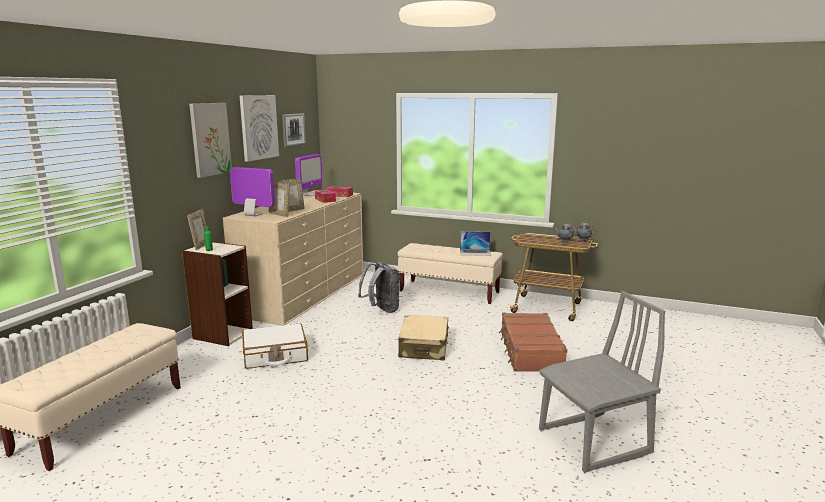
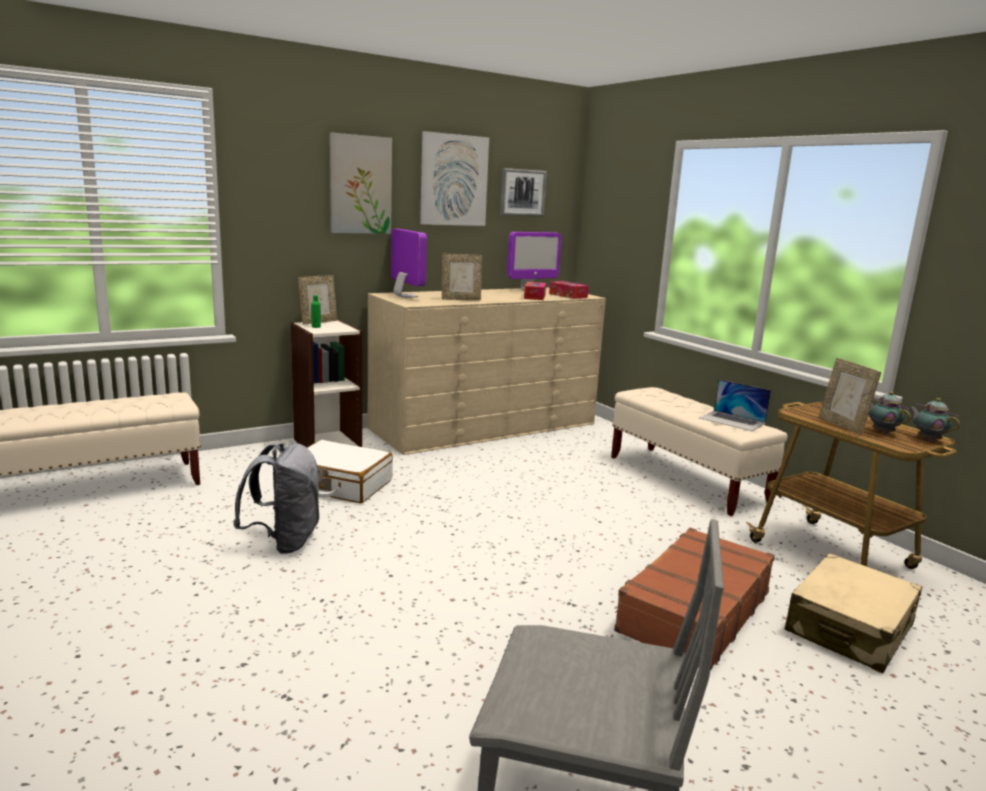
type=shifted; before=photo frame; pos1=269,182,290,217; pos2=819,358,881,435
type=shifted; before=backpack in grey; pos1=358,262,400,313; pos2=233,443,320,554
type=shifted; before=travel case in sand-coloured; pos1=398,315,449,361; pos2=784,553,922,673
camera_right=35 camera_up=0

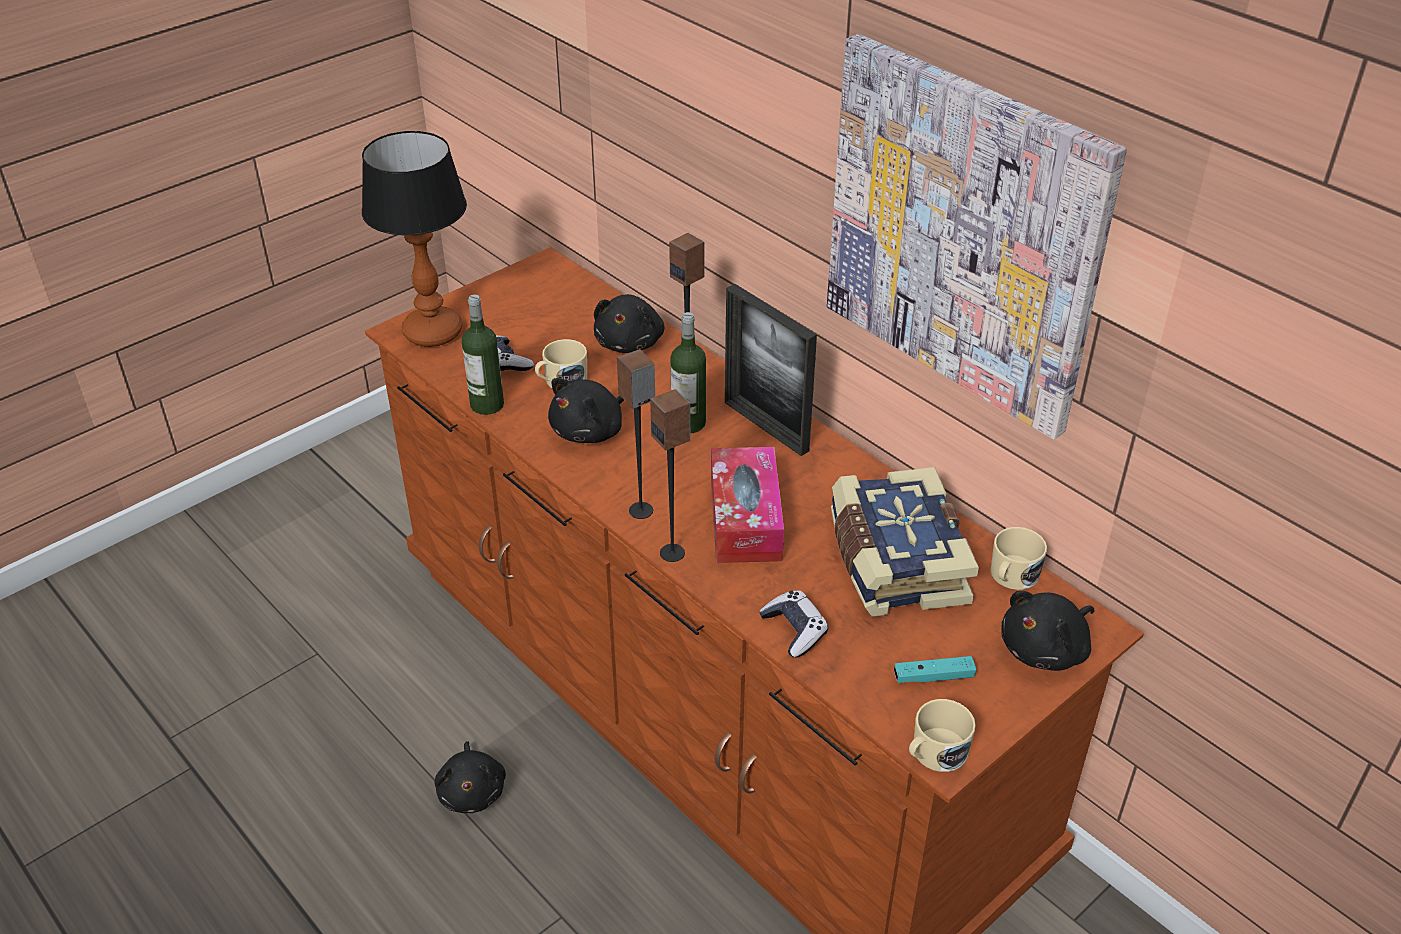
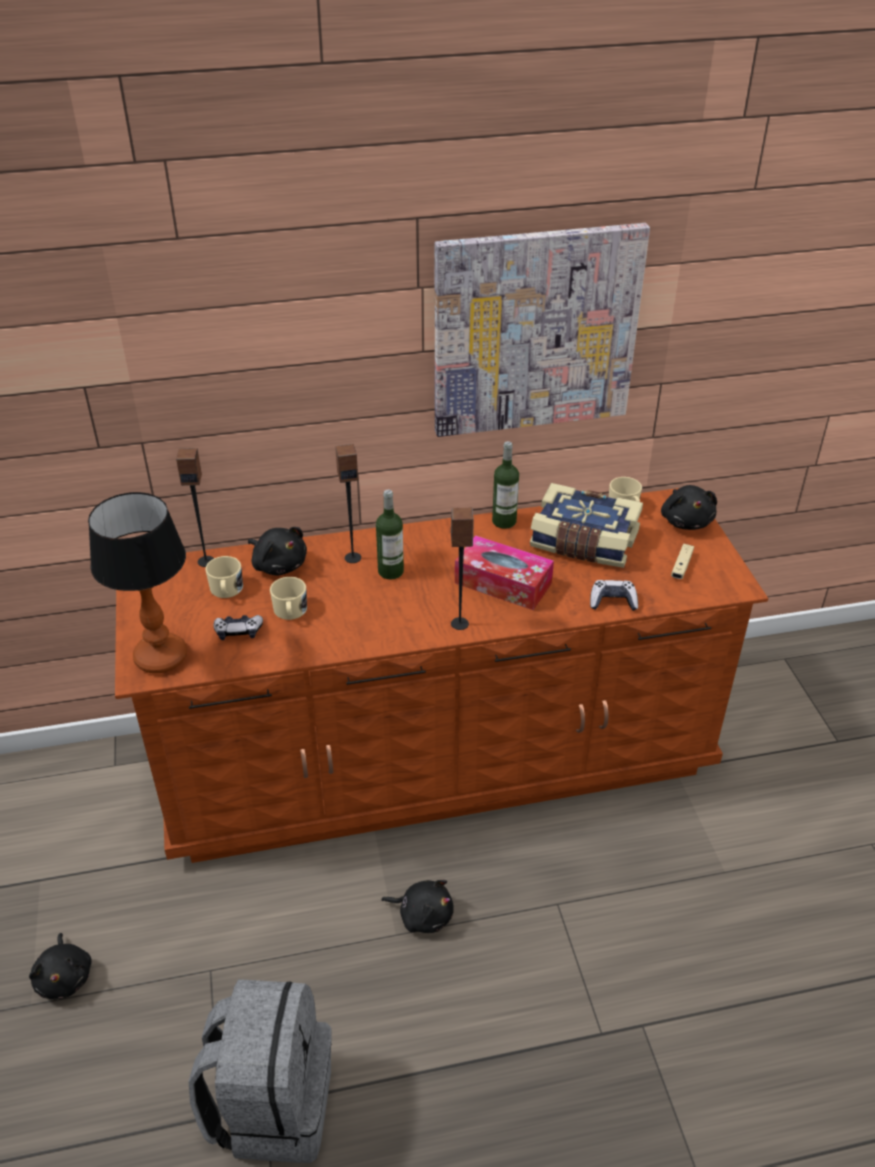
type=gone; before=photo frame; pos1=725,284,817,456
type=new; after=backpack in grey; pos2=189,979,332,1163
type=shifted; before=beverage bottle; pos1=462,295,504,415; pos2=492,441,519,529
type=shifted; before=cuddly toy in black; pos1=548,378,624,443; pos2=29,933,92,999
type=shifted; before=loudspeaker; pos1=650,389,690,562; pos2=176,448,214,567
type=shifted; before=tea mug in sand-coloured; pos1=909,699,976,772; pos2=205,556,243,598
type=repainted; before=game controller in turquoise; after=game controller in sand-coloured; pos1=894,656,977,683; pos2=671,544,694,579
camera_right=-60 camera_up=0

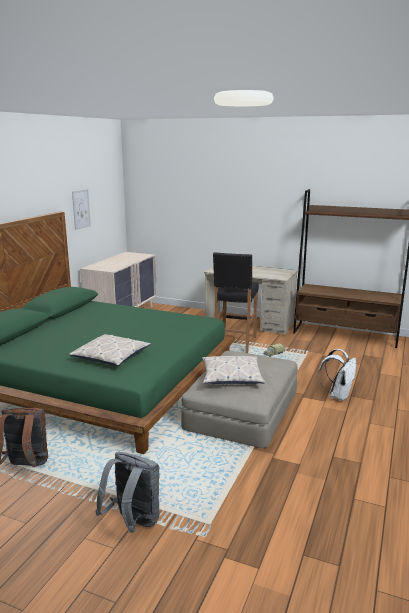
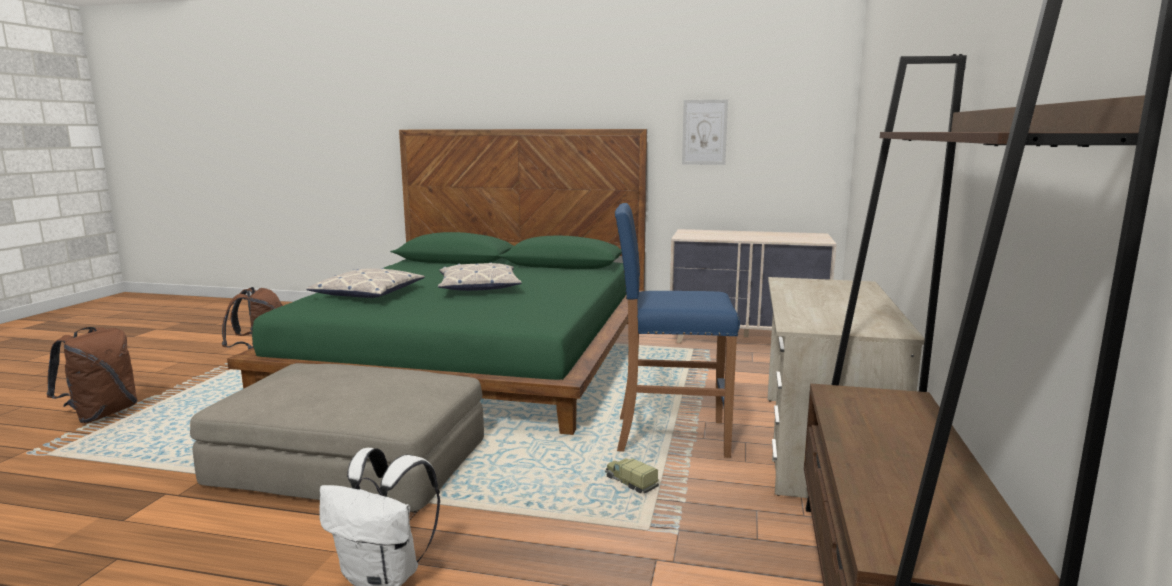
type=shifted; before=pillow; pos1=202,355,265,384; pos2=438,262,522,291
type=repainted; before=backpack in grey; after=backpack in brown; pos1=96,452,160,533; pos2=46,327,138,423
type=repainted; before=stool in black; after=stool in blue; pos1=213,252,259,353; pos2=615,203,740,458
camera_right=80 camera_up=-5

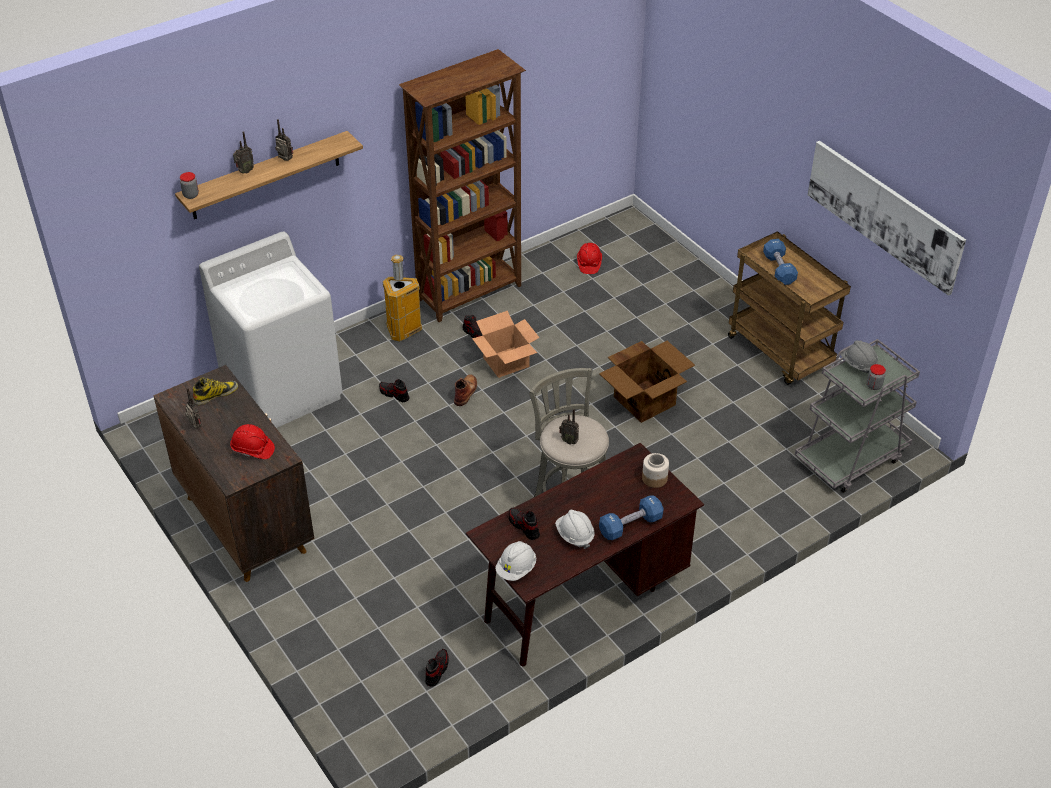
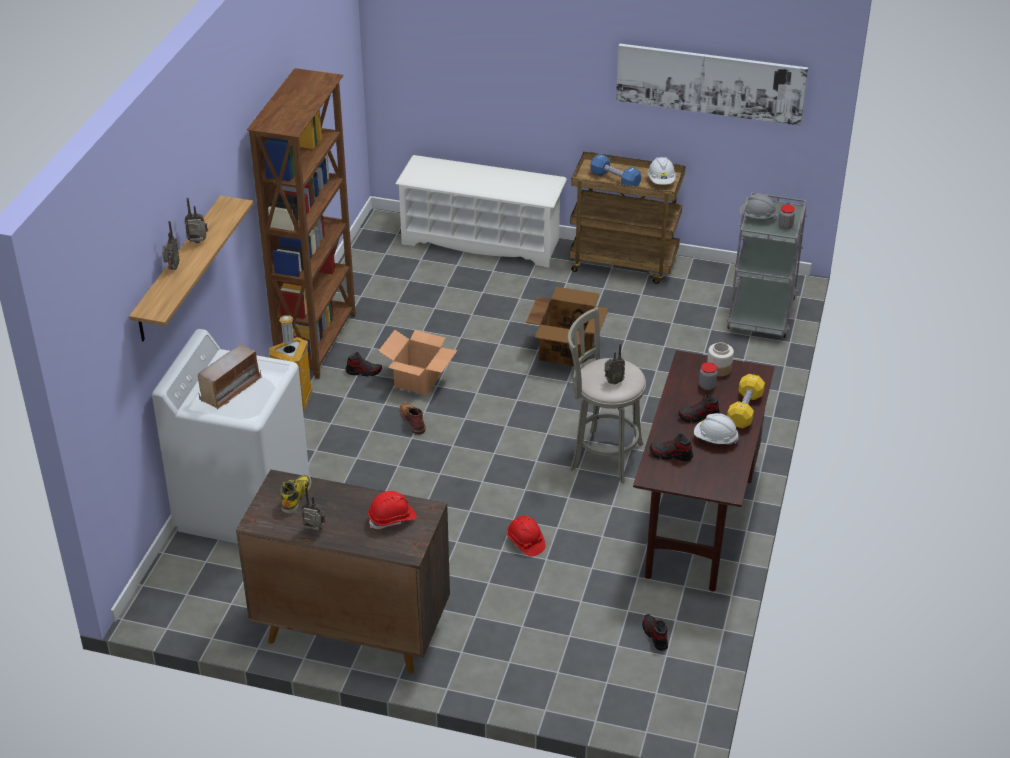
type=new; after=radio receiver; pos2=198,343,262,409
type=new; after=shoe shelf in whitish; pos2=395,155,567,268
type=shifted; before=preserve jar; pos1=180,172,199,199; pos2=699,362,717,390
type=shifted; before=item of footwear; pos1=379,379,409,402; pos2=679,394,720,423
type=shifted; before=hard hat in whitish; pos1=495,541,536,581; pos2=648,157,676,185
type=shifted; before=hard hat in red-coloured; pos1=577,243,602,274; pos2=507,516,546,557
type=repainted; before=dumbbell in blue; after=dumbbell in yellowish; pos1=599,495,664,540; pos2=727,374,765,428
camera_right=-40 camera_up=-5

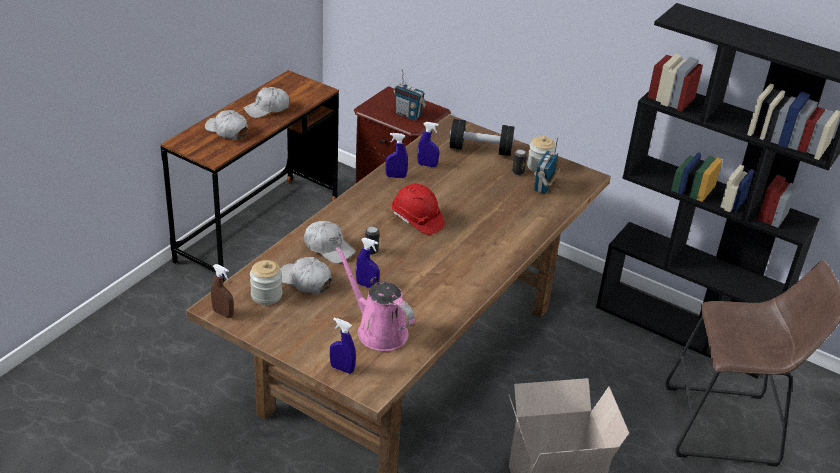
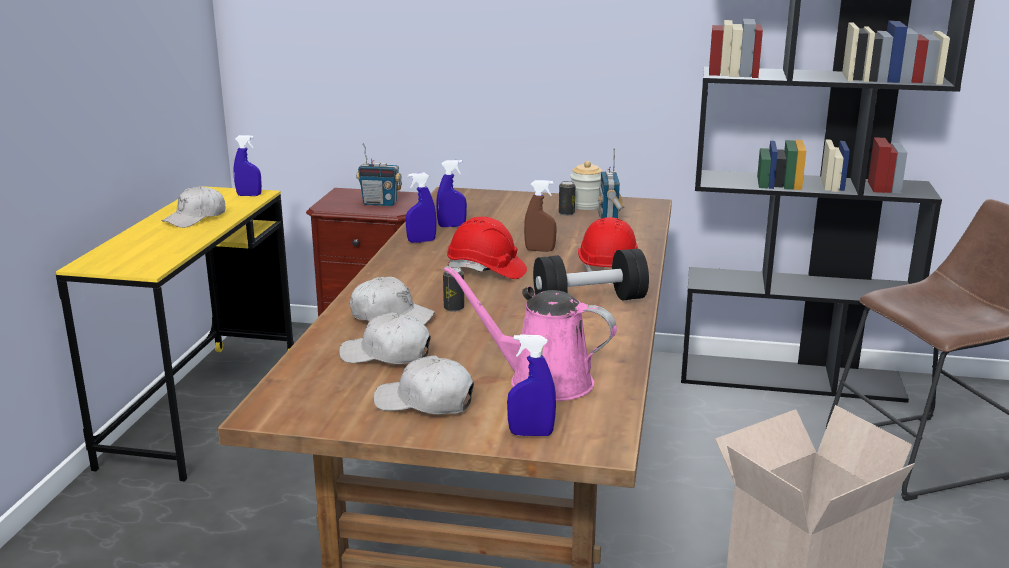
type=gone; before=preserve jar; pos1=250,260,282,305
type=new; after=hard hat in red-coloured; pos2=578,217,638,285
type=shifted; before=baseball cap in whitish; pos1=205,110,248,140; pos2=374,355,474,415
type=shifted; before=spray bottle in brown; pos1=211,264,234,318; pos2=524,180,557,252
type=shifted; before=spray bottle in blue; pos1=356,238,380,288; pos2=234,135,262,196
type=shifted; before=dumbbell in black; pos1=450,119,515,156; pos2=533,249,649,300
type=repainted; before=desk in brown; after=desk in yellowish; pos1=161,70,339,282; pos2=56,186,294,482
camera_right=-20 camera_up=-15

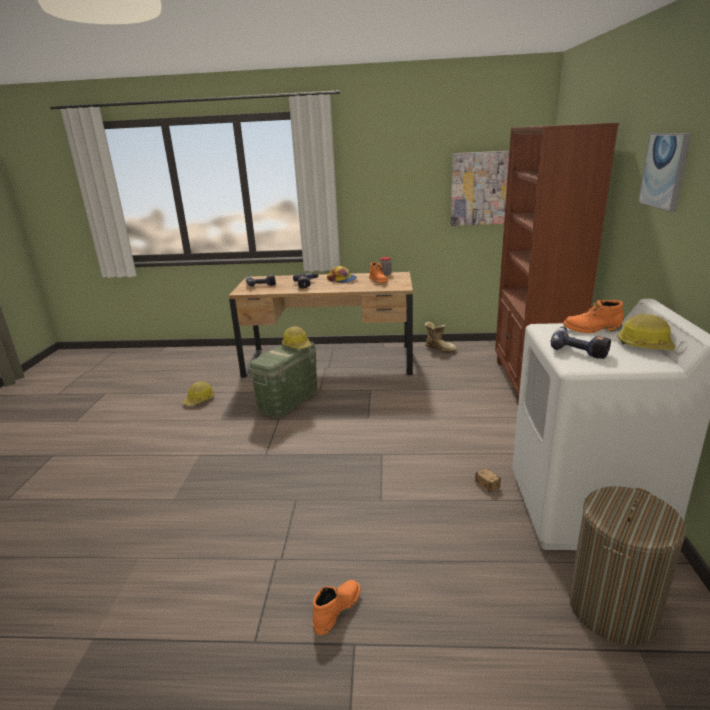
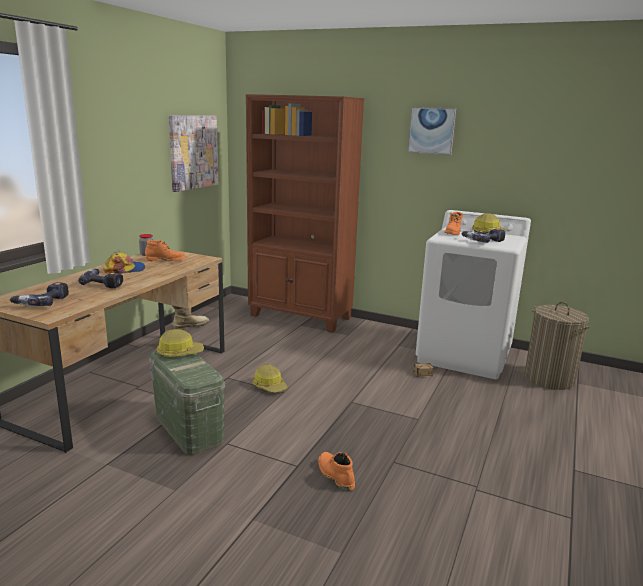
type=shifted; before=hard hat; pos1=182,381,214,406; pos2=252,364,288,393
type=shifted; before=high-top boot in orange-coloured; pos1=313,580,361,635; pos2=318,452,355,491
camera_right=-70 camera_up=-5

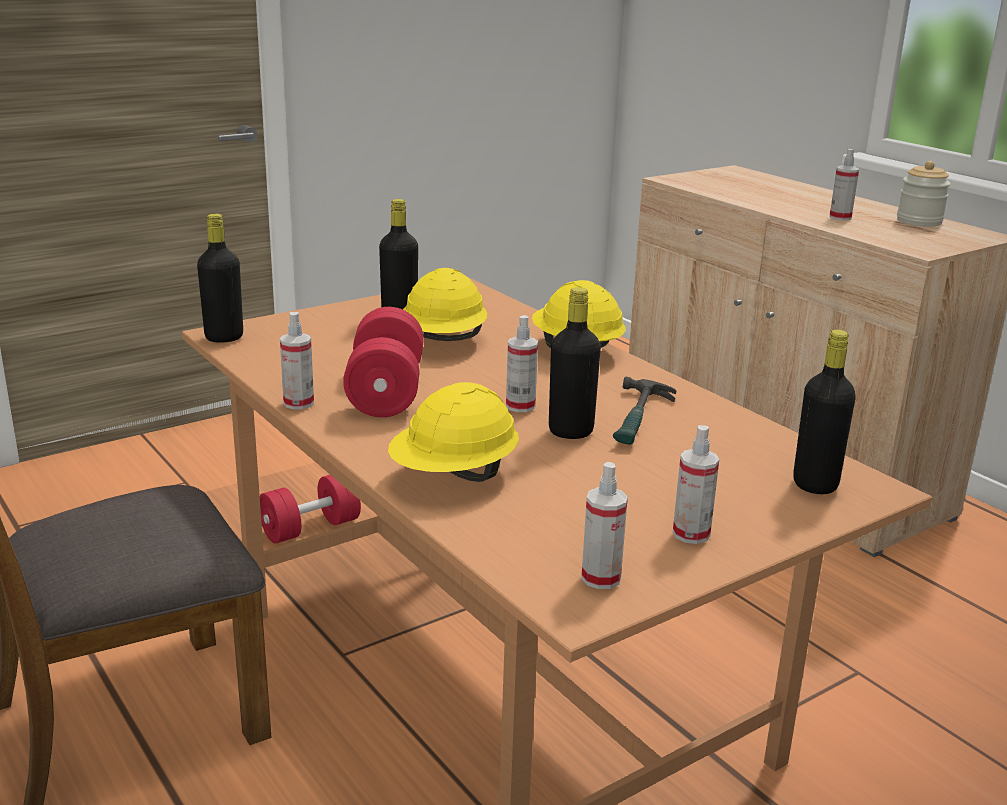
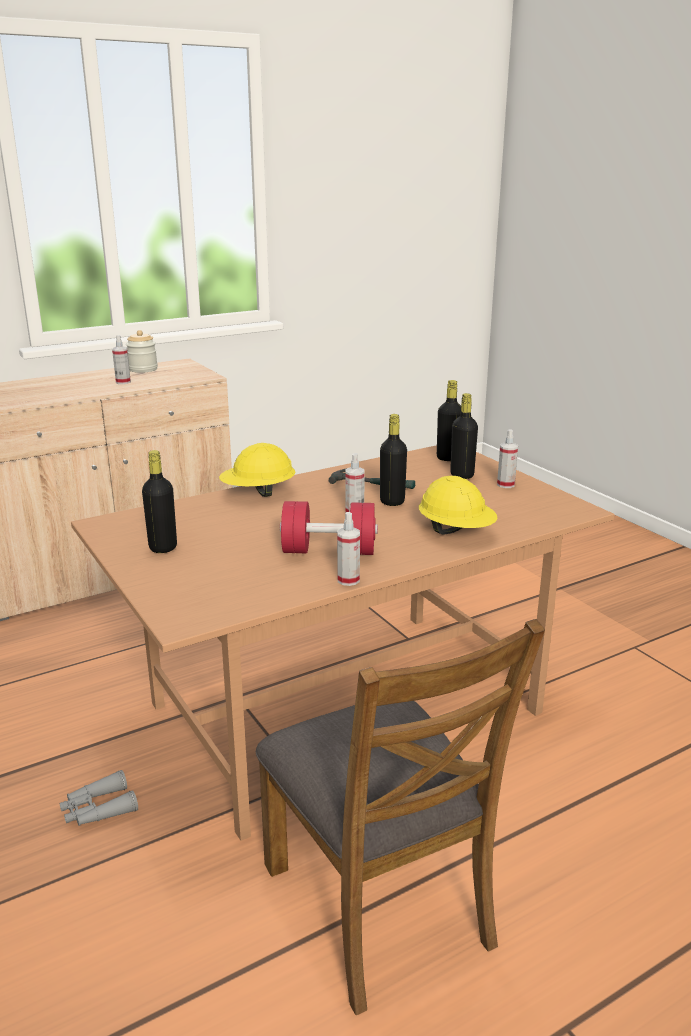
type=gone; before=hard hat in yellowish; pos1=403,268,487,341
type=gone; before=spray bottle; pos1=581,462,628,589
type=shifted; before=beverage bottle in black; pos1=197,214,243,343; pos2=450,393,478,479
type=swapped; before=dumbbell in red-coloured; after=binoculars in grey; pos1=260,475,361,544; pos2=60,770,138,826
camera_right=-85 camera_up=0

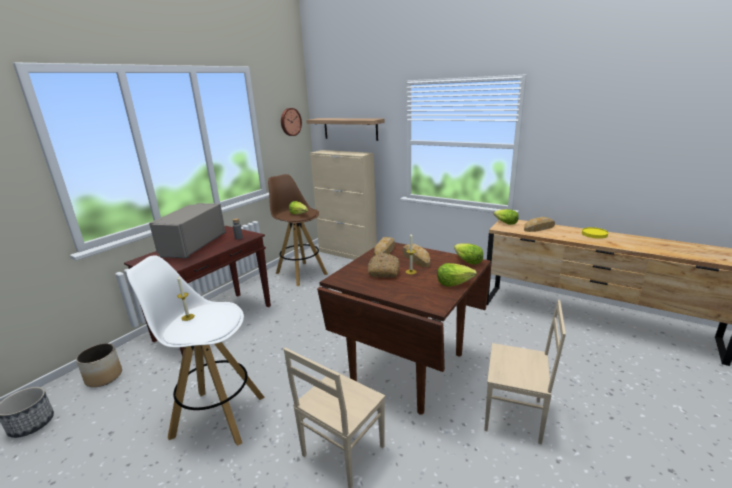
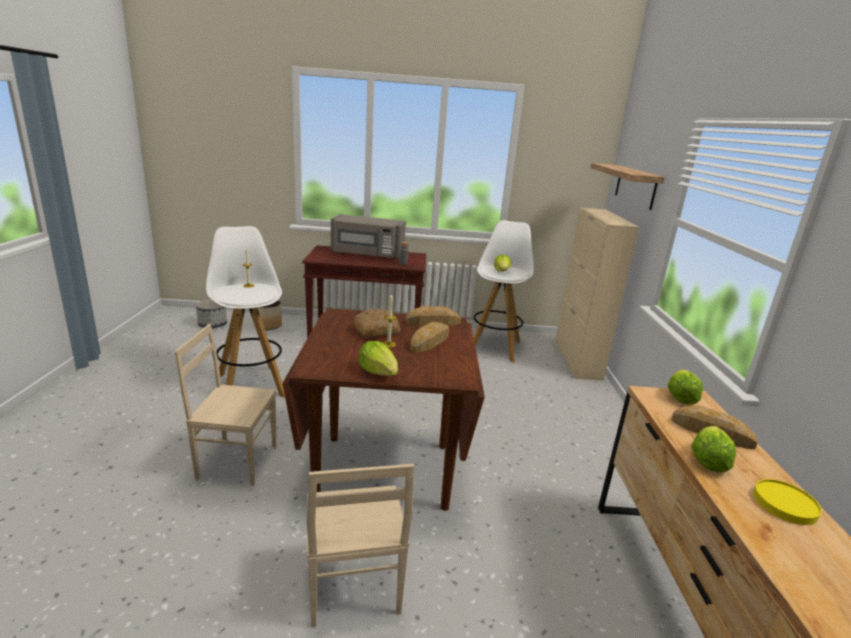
type=gone; before=wall clock; pos1=281,108,302,136
type=shifted; before=head of lettuce; pos1=454,243,483,264; pos2=691,426,736,472
type=repainted; before=stool in brown; after=stool in whitish; pos1=268,174,328,286; pos2=474,220,534,362
type=rotated; before=microwave in grey; pos1=149,203,226,258; pos2=331,214,406,259; turn=-150
camera_right=55 camera_up=0

